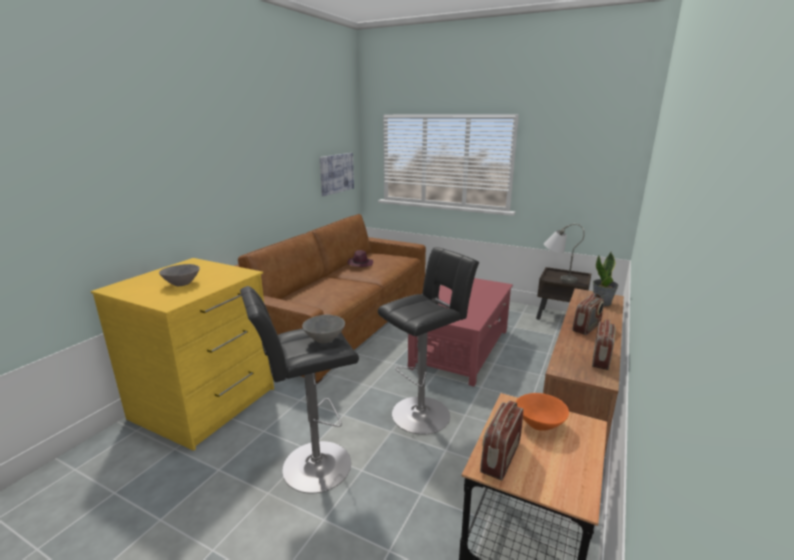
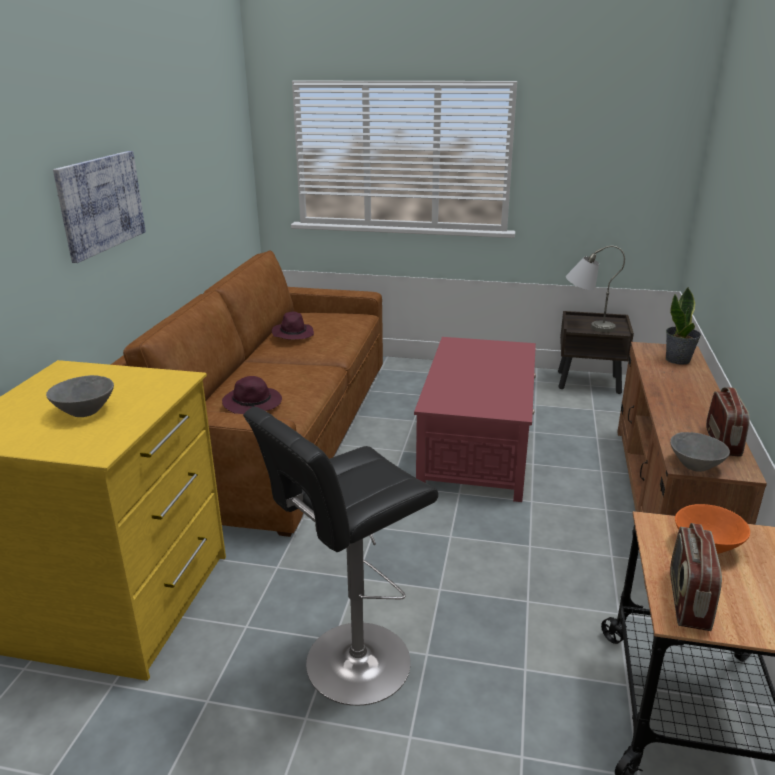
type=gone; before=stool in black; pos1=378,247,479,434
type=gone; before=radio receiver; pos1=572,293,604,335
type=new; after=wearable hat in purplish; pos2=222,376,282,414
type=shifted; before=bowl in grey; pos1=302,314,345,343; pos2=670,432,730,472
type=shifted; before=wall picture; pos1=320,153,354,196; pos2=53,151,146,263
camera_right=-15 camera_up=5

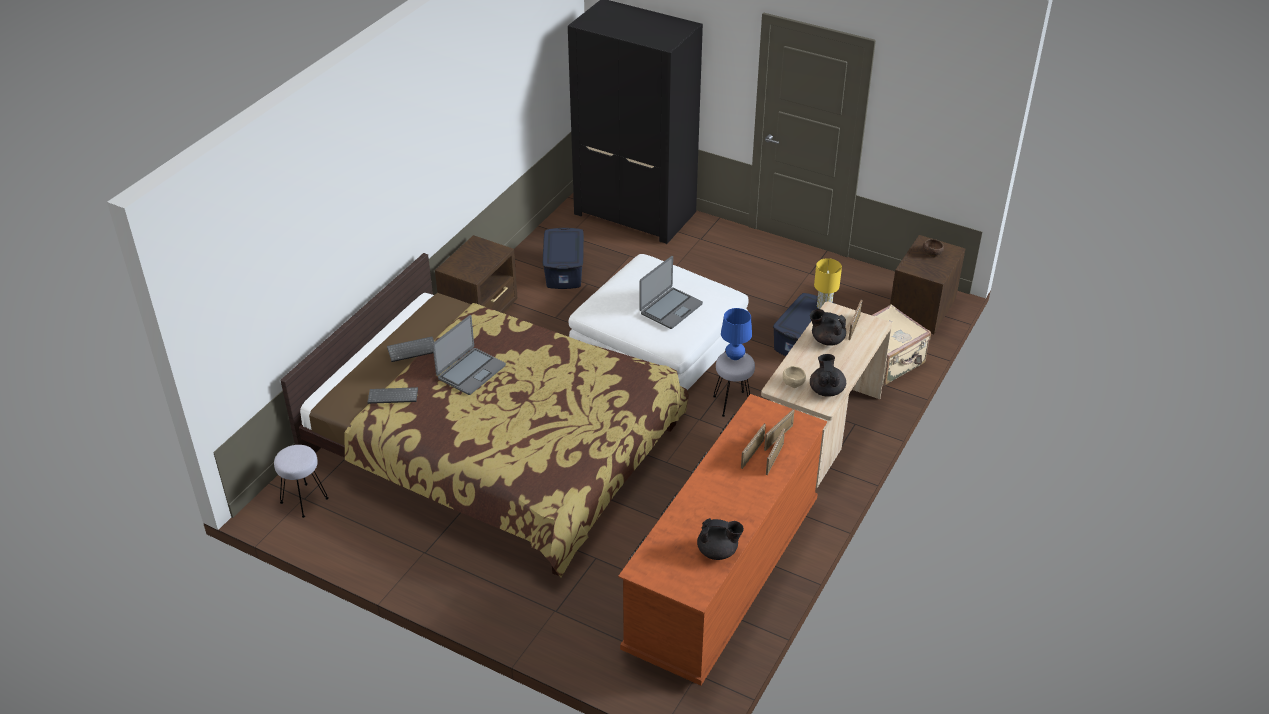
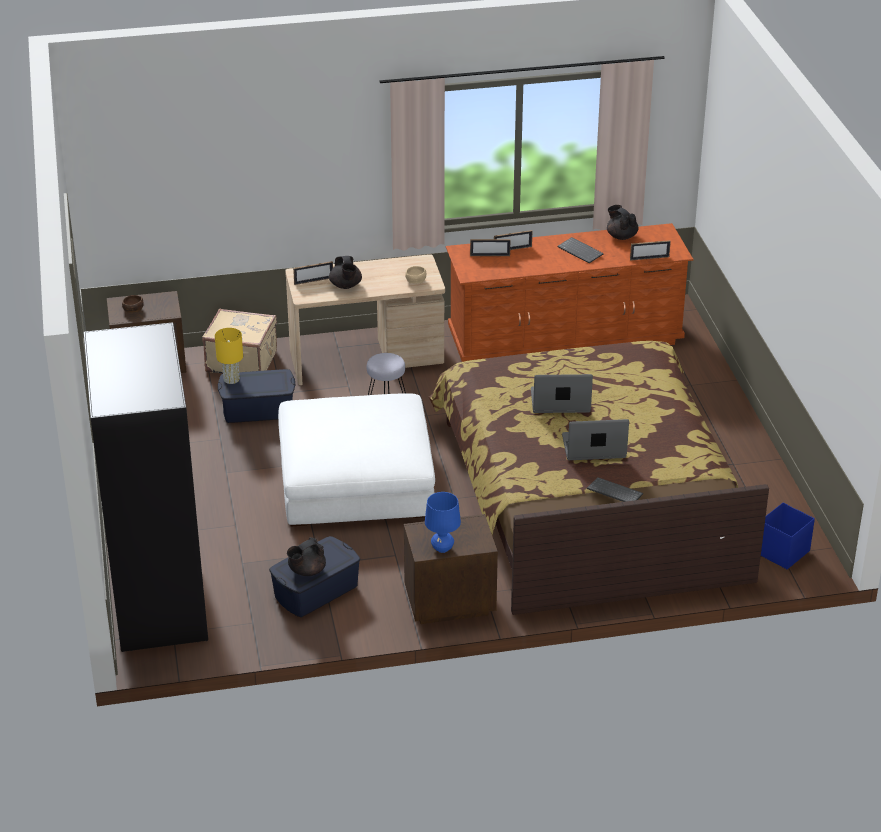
type=shifted; before=PC keyboard; pos1=367,387,418,404; pos2=558,237,603,263
type=shifted; before=laptop; pos1=640,256,703,329; pos2=531,374,593,413
type=shifted; before=table lamp in blue; pos1=721,308,752,360; pos2=425,492,461,553
type=shifted; before=photo frame; pos1=741,424,766,469; pos2=630,240,671,261
type=shifted; before=teapot in black; pos1=810,354,846,397; pos2=287,537,326,576
type=swapped; before=stool in grey; after=storage box in blue; pos1=274,445,329,518; pos2=761,503,815,569
camera_right=-130 camera_up=-5

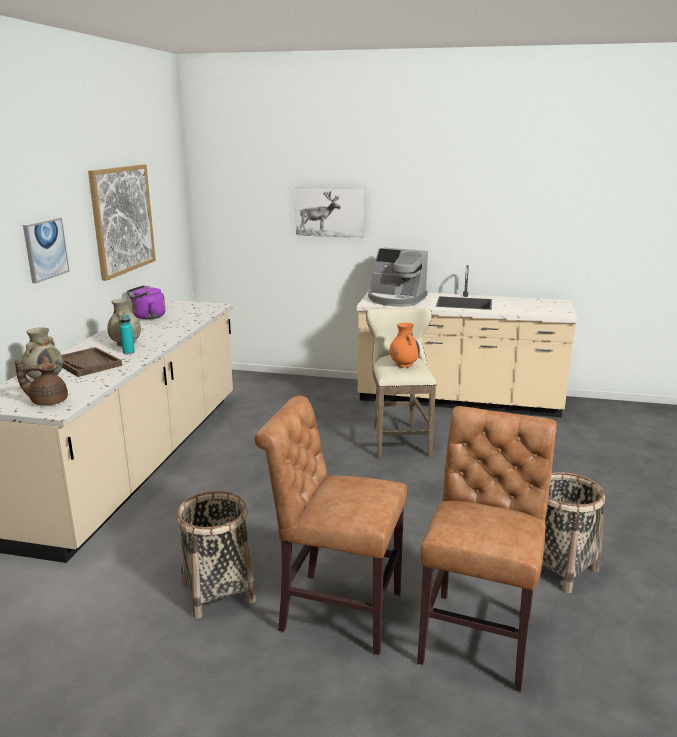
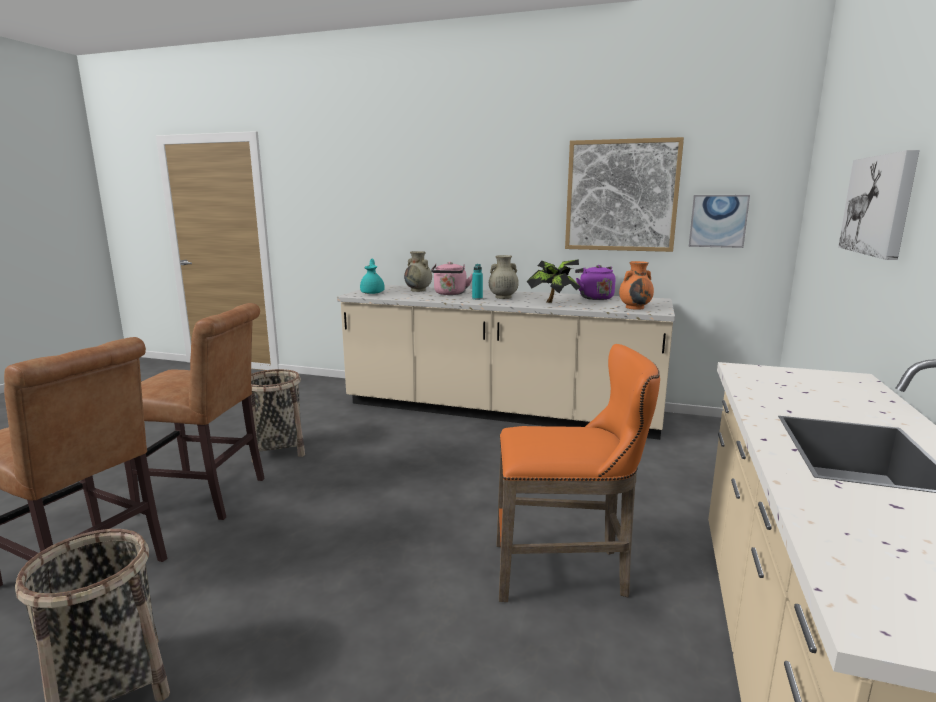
type=gone; before=coffee brewer; pos1=368,248,428,307
type=new; after=potted plant; pos2=527,259,580,303
type=shifted; before=wall picture; pos1=23,218,70,283; pos2=689,195,750,248
type=shifted; before=decorative vase in orange-coloured; pos1=390,323,420,368; pos2=619,261,654,310
type=swapped; before=carrying tray in brown; after=water kettle in pink-coloured; pos1=62,347,122,377; pos2=431,262,472,295
type=repainted; before=teapot in brown; after=teapot in turquoise; pos1=15,360,68,405; pos2=360,258,385,294
type=repainted; before=stool in sand-coloured; after=stool in orange-coloured; pos1=366,308,437,458; pos2=497,344,660,602
type=rotated; before=plain chair in brown; pos1=255,395,407,655; pos2=124,303,265,520; turn=75
camera_right=95 camera_up=-5

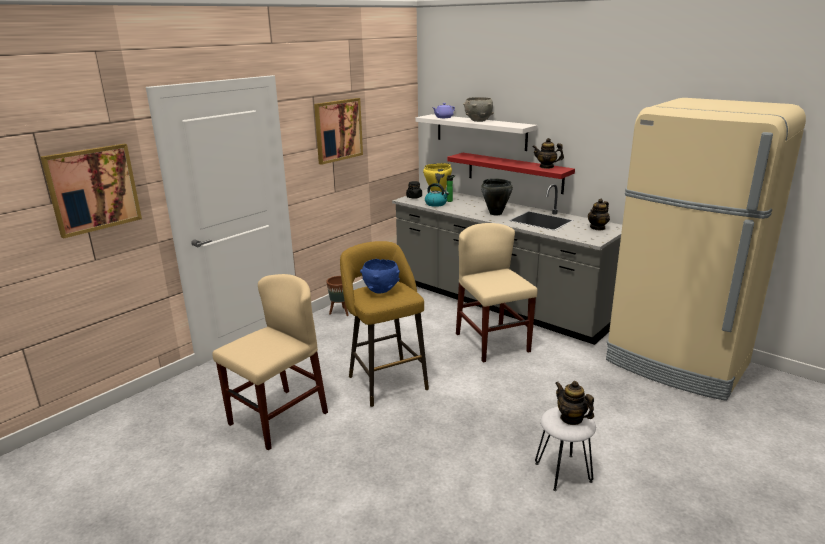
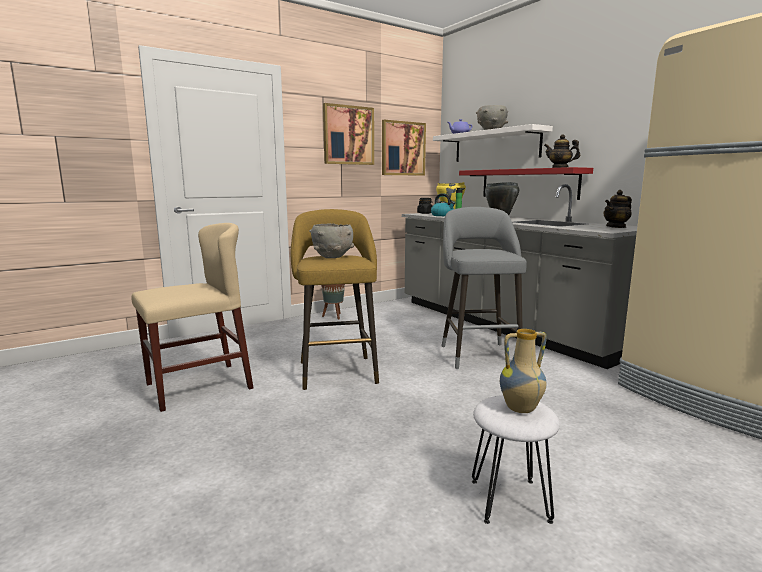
type=shifted; before=wall picture; pos1=41,144,142,239; pos2=382,120,426,176
type=swapped; before=plain chair in sand-coloured; after=stool in grey; pos1=456,223,538,362; pos2=442,207,527,369
type=swapped; before=teapot; after=decorative vase; pos1=555,381,594,425; pos2=500,329,547,413
type=repainted; before=bowl in blue; after=bowl in grey; pos1=360,259,400,294; pos2=309,223,354,258
camera_right=15 camera_up=-10

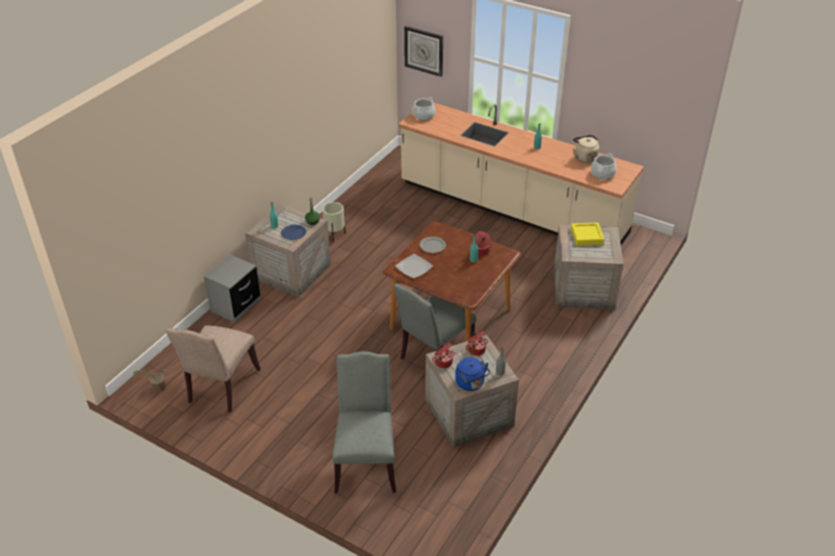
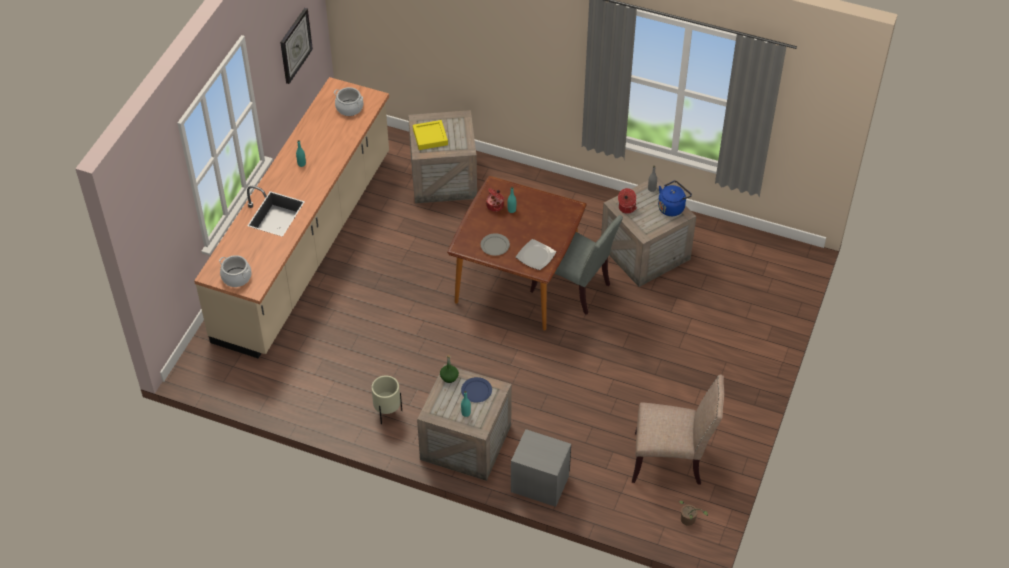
type=gone; before=plain chair in grey; pos1=332,351,396,493
type=gone; before=cooking pot; pos1=432,344,455,368
type=gone; before=water kettle in sand-coloured; pos1=573,135,599,163
type=shifted; before=wall clock; pos1=404,26,443,77; pos2=280,8,313,84
camera_right=-100 camera_up=10

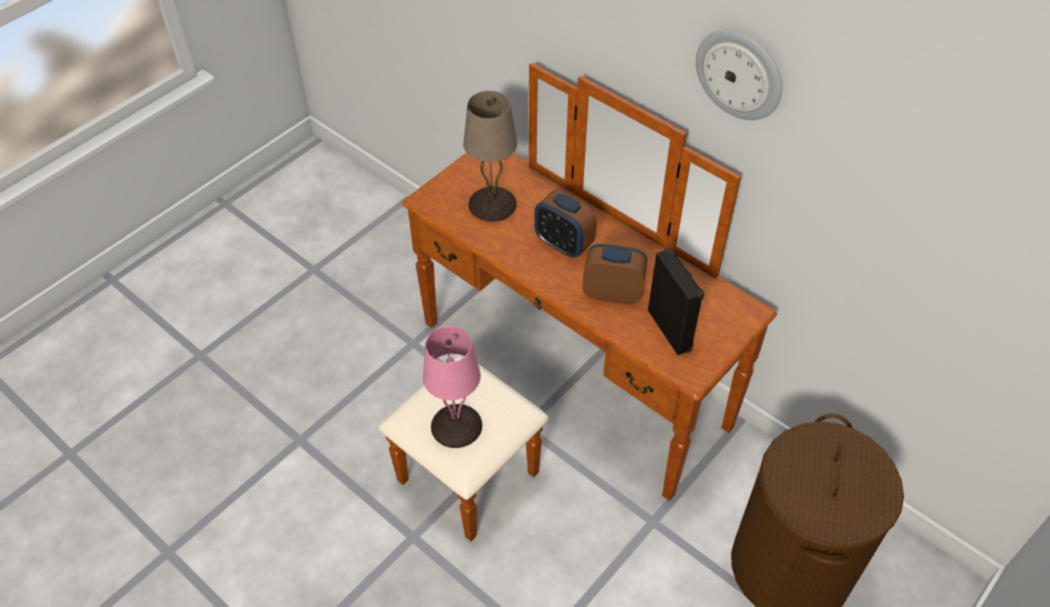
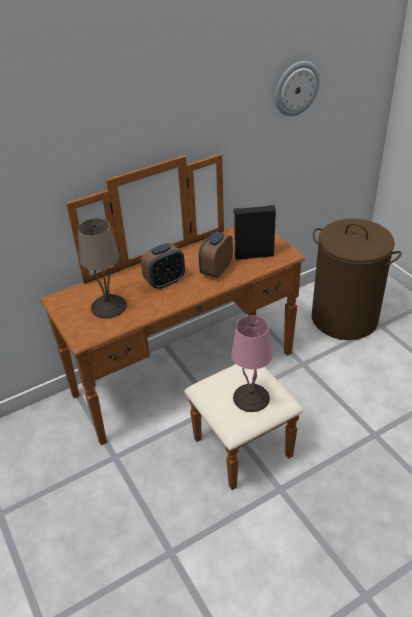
type=shifted; before=wall clock; pos1=696,30,782,120; pos2=275,61,320,116
camera_right=-70 camera_up=-10

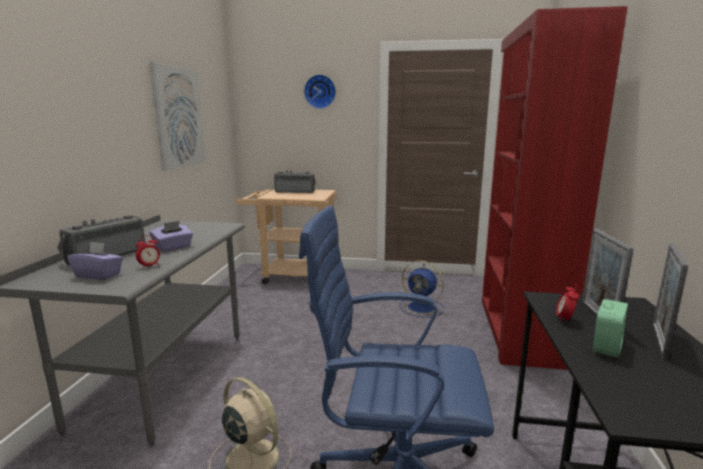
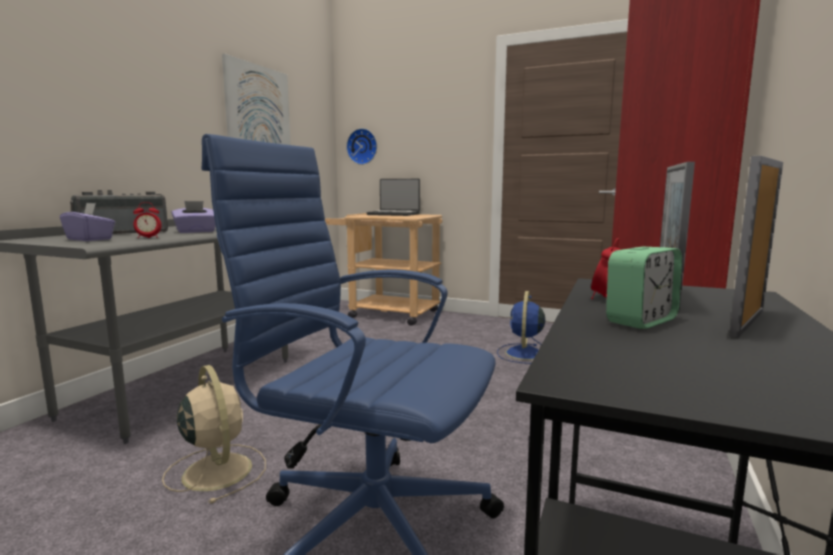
type=shifted; before=wall clock; pos1=304,74,336,109; pos2=346,128,377,165
type=swapped; before=radio receiver; after=laptop; pos1=274,170,316,193; pos2=367,179,420,216
type=rotated; before=electric fan in blue; pos1=400,261,444,318; pos2=497,291,545,364; turn=60
camera_right=15 camera_up=-5

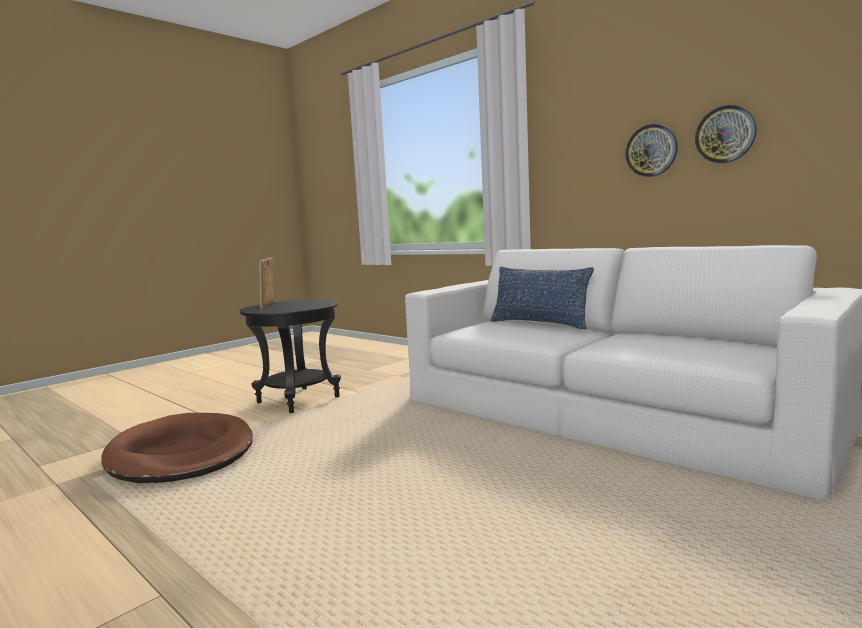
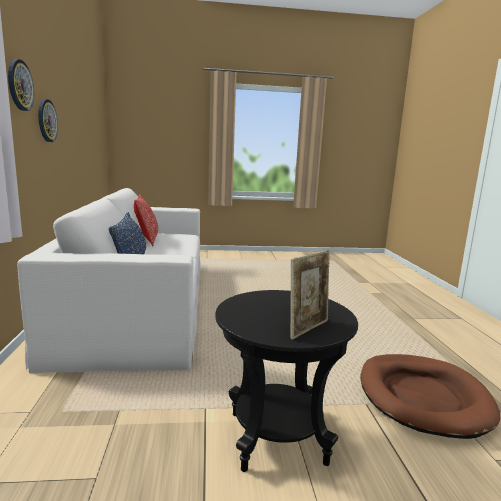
type=new; after=pillow; pos2=134,194,158,246
type=shifted; before=wall clock; pos1=695,105,757,163; pos2=8,59,34,111
camera_right=-140 camera_up=5

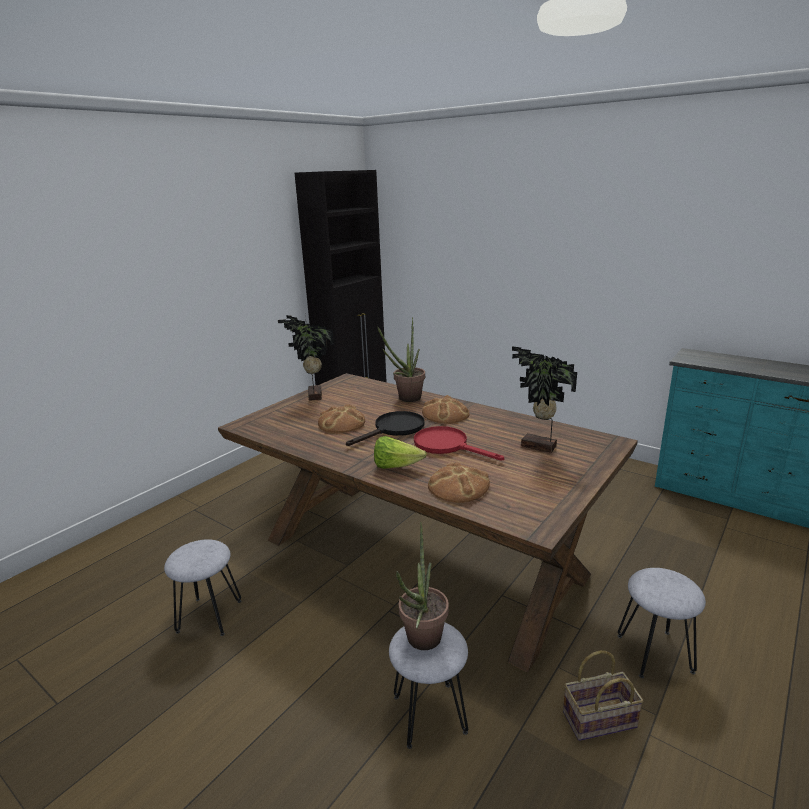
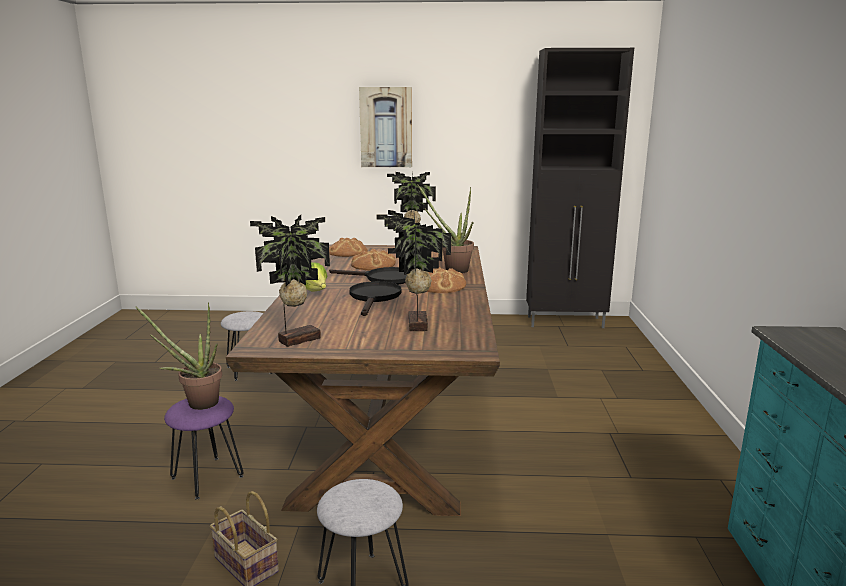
type=new; after=potted plant; pos2=250,215,330,347
type=new; after=wall picture; pos2=359,87,412,167
type=shifted; before=bakery bread; pos1=428,462,490,503; pos2=329,238,368,257
type=repainted; before=stool in grey; after=stool in purplish; pos1=389,622,468,749; pos2=164,396,244,500
type=repainted; before=frying pan in red-coloured; after=frying pan in black; pos1=414,426,504,461; pos2=349,281,401,316
camera_right=55 camera_up=-5

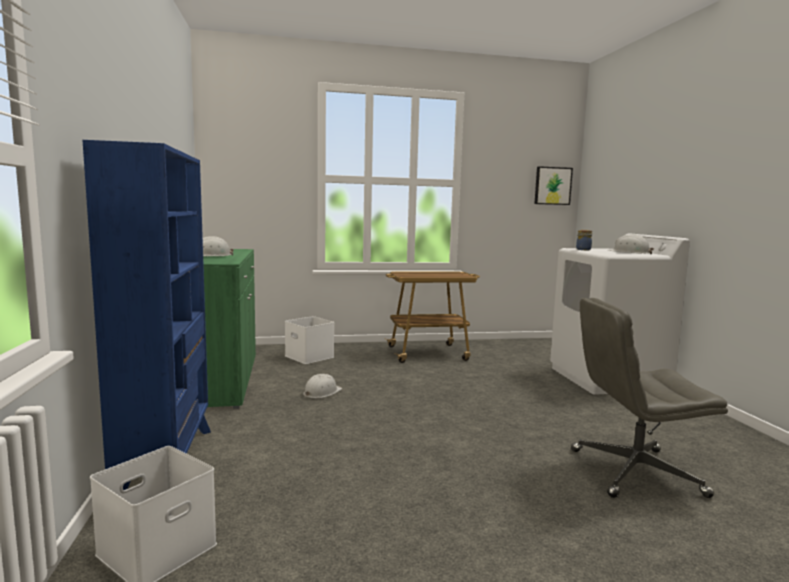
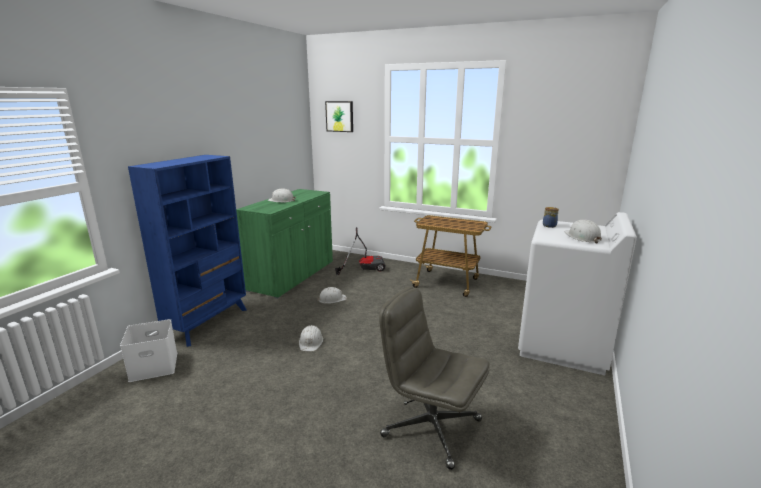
type=new; after=hard hat in whitish; pos2=299,325,323,351
type=shifted; before=wall picture; pos1=534,166,573,205; pos2=325,101,353,132
type=swapped; before=storage box in whitish; after=hoover; pos1=285,316,334,364; pos2=335,227,386,275
camera_right=35 camera_up=10

